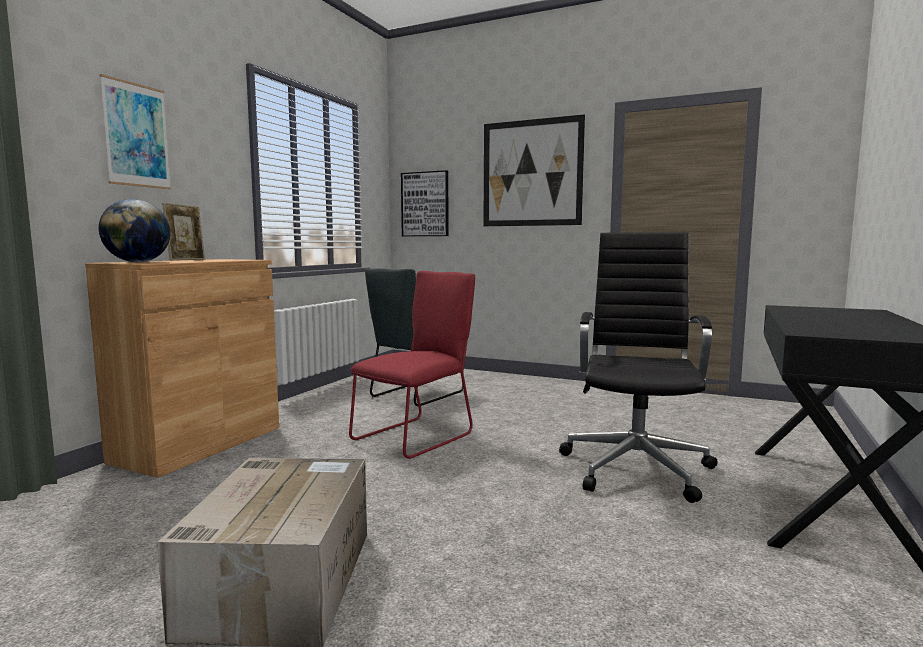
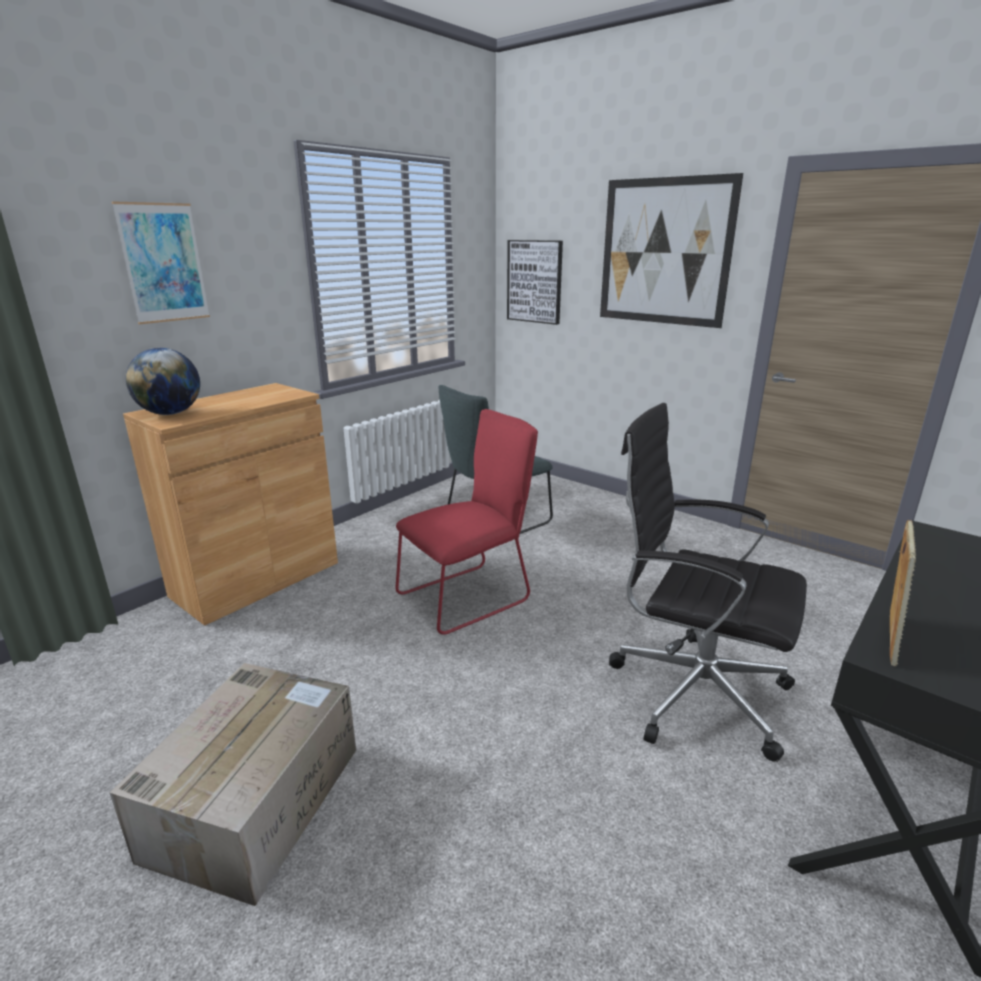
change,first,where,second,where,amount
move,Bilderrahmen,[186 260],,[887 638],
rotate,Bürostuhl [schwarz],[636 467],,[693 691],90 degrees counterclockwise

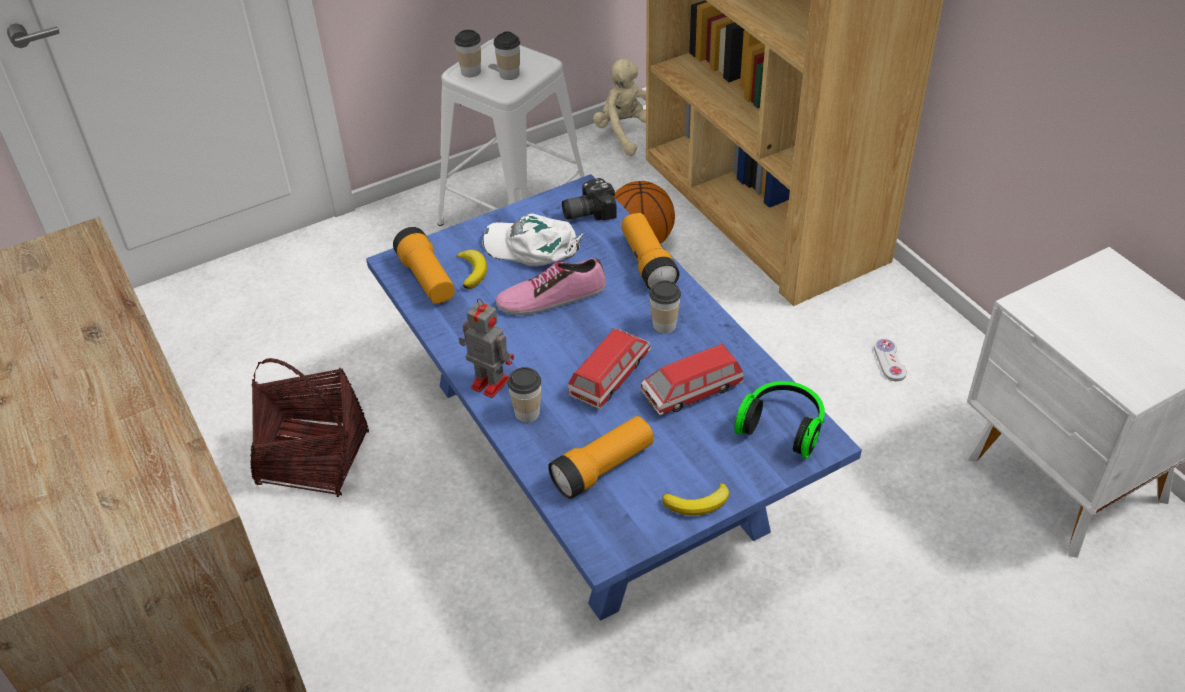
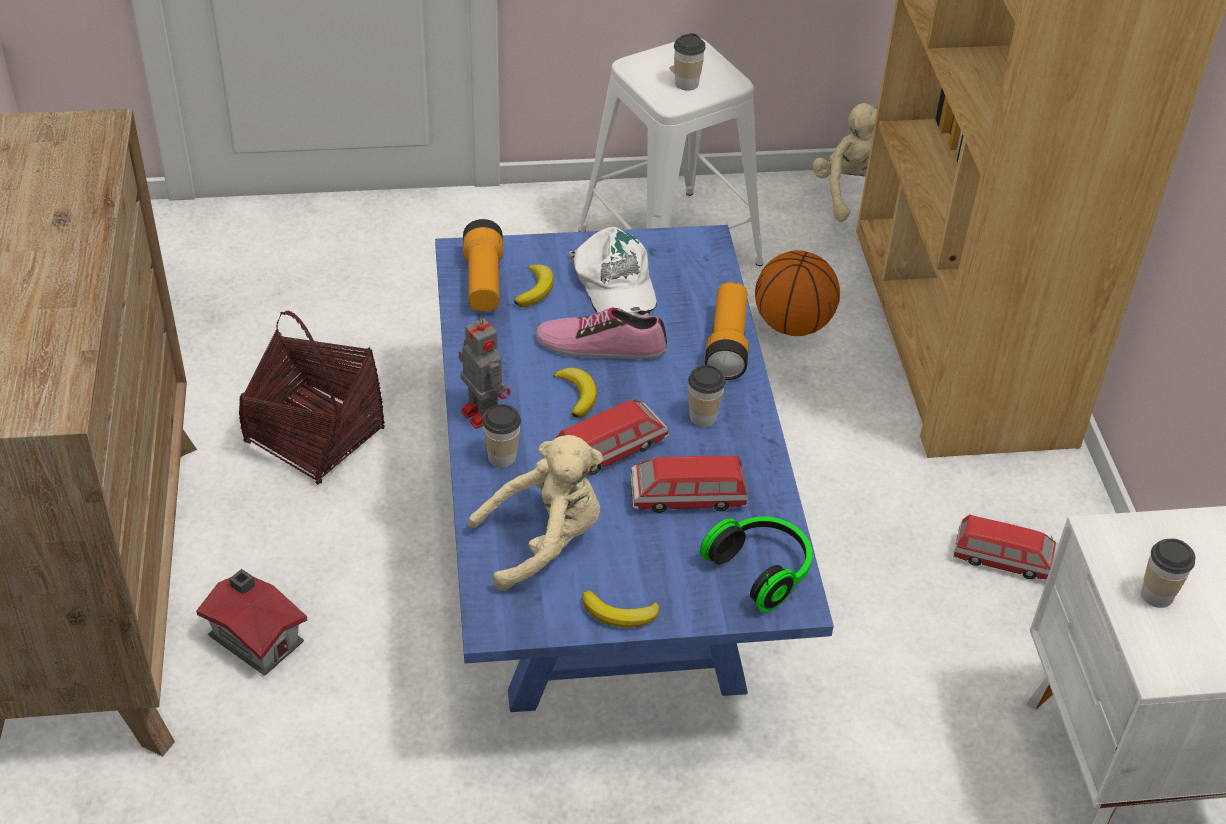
change,first,where,second,where,amount
move,Tasse,[471 72],,[1157 595],
rotate,Kappe [weiß],[532 246],,[614 283],150 degrees counterclockwise
replace,Taschenlampe,[603 468],Plüschtier [beige],[544 541],
delete,Kamera,[587 211],,,
replace,Gamepad [weiß],[889 361],Spielzeugauto,[1003 560],
insert,,,Spielzeughaus,[256 637],
insert,,,Banane,[577 394],

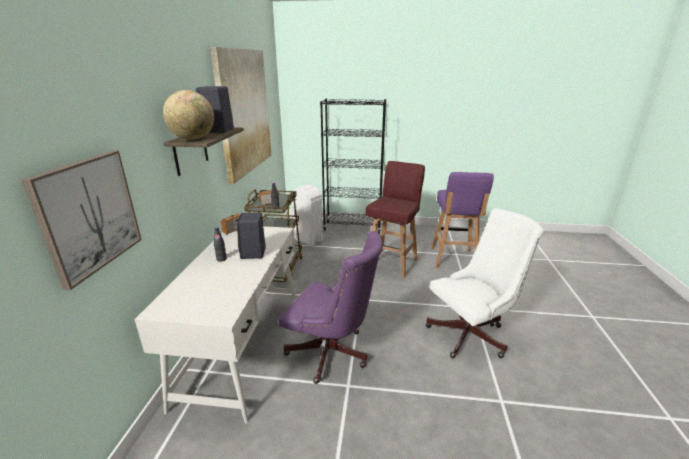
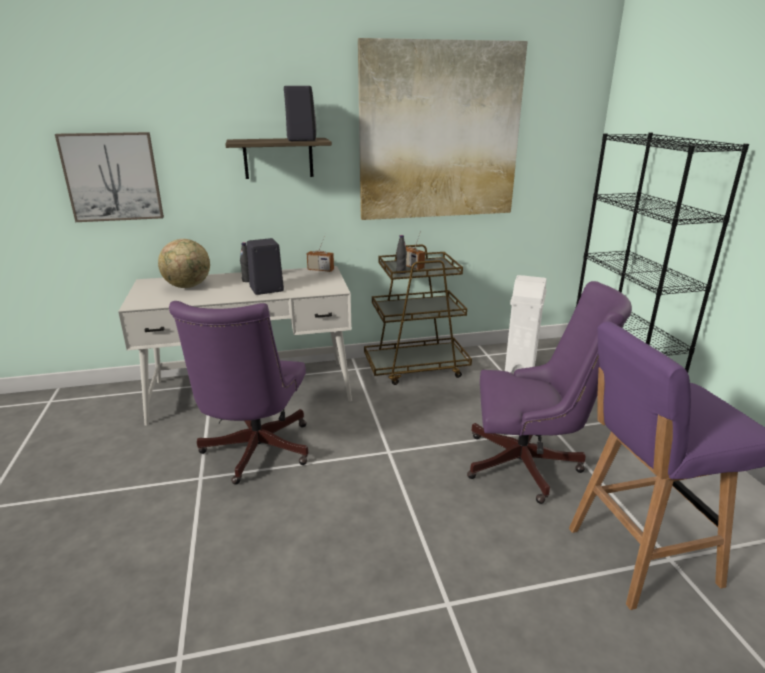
change,first,where,second,where,amount
move,Globus,[193 139],,[188 286],
replace,Hocker [rot],[392 263],Bürostuhl [lila],[529 465],
delete,Bürostuhl [weiß],[472 334],,,

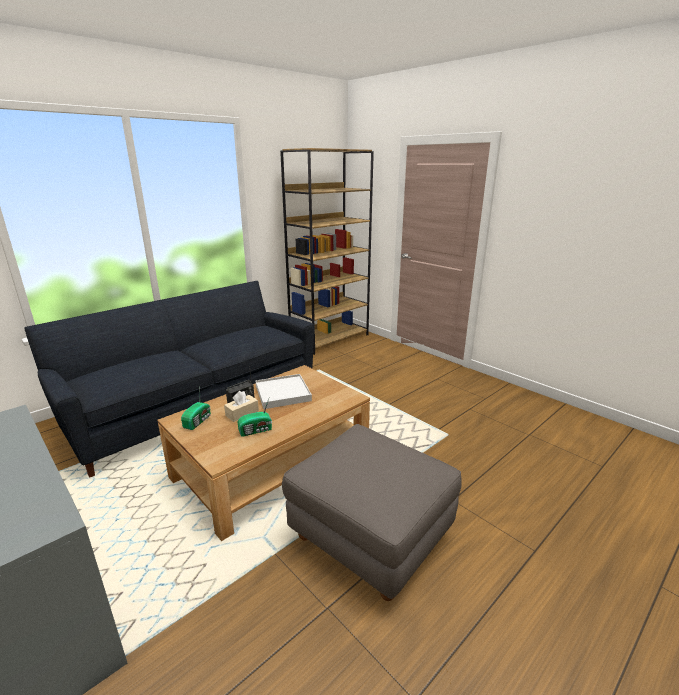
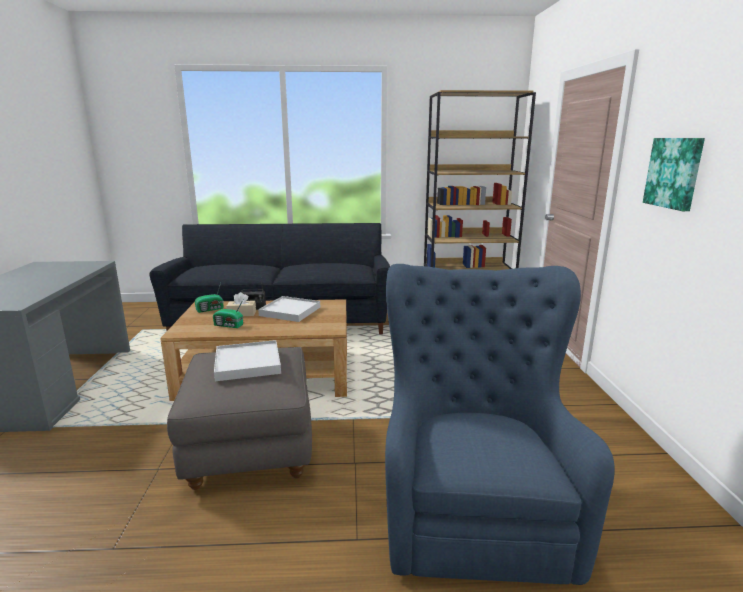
change,first,where,second,where,amount
insert,,,Tablett [weiß],[248 363],
insert,,,Sessel [blau],[471 504],
insert,,,Bild,[674 173],

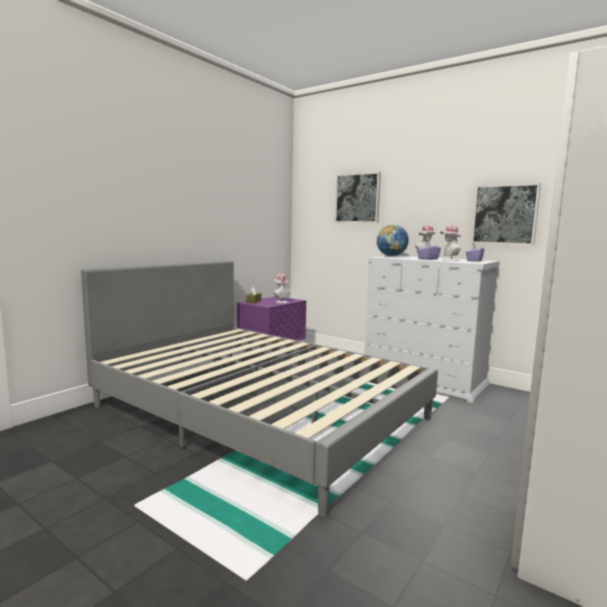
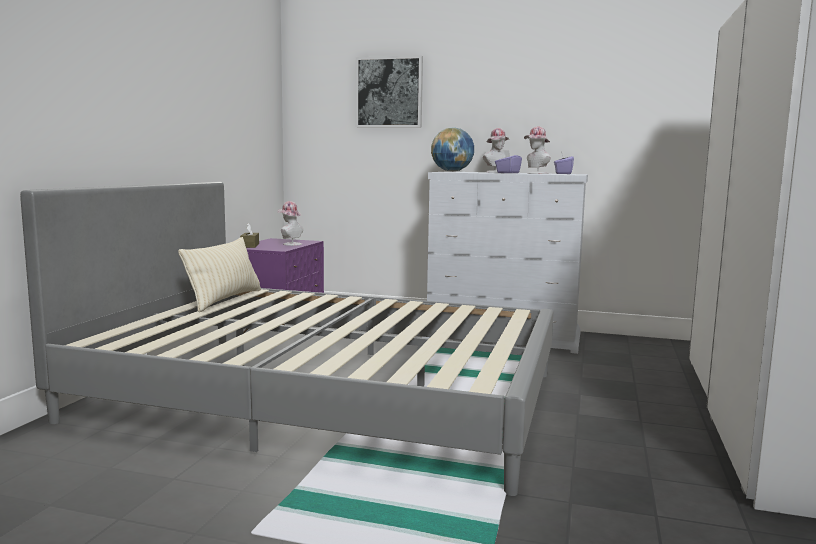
change,first,where,second,where,amount
delete,Bild,[504 214],,,
insert,,,Kissen [beige],[224 300],

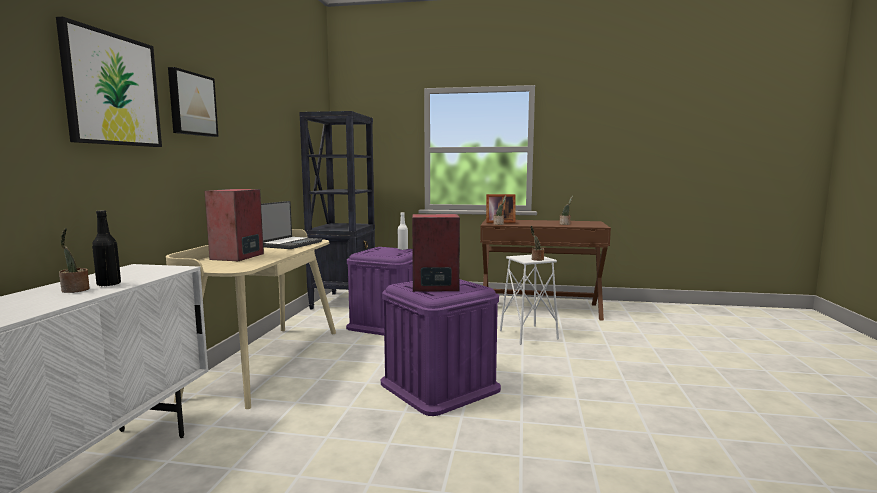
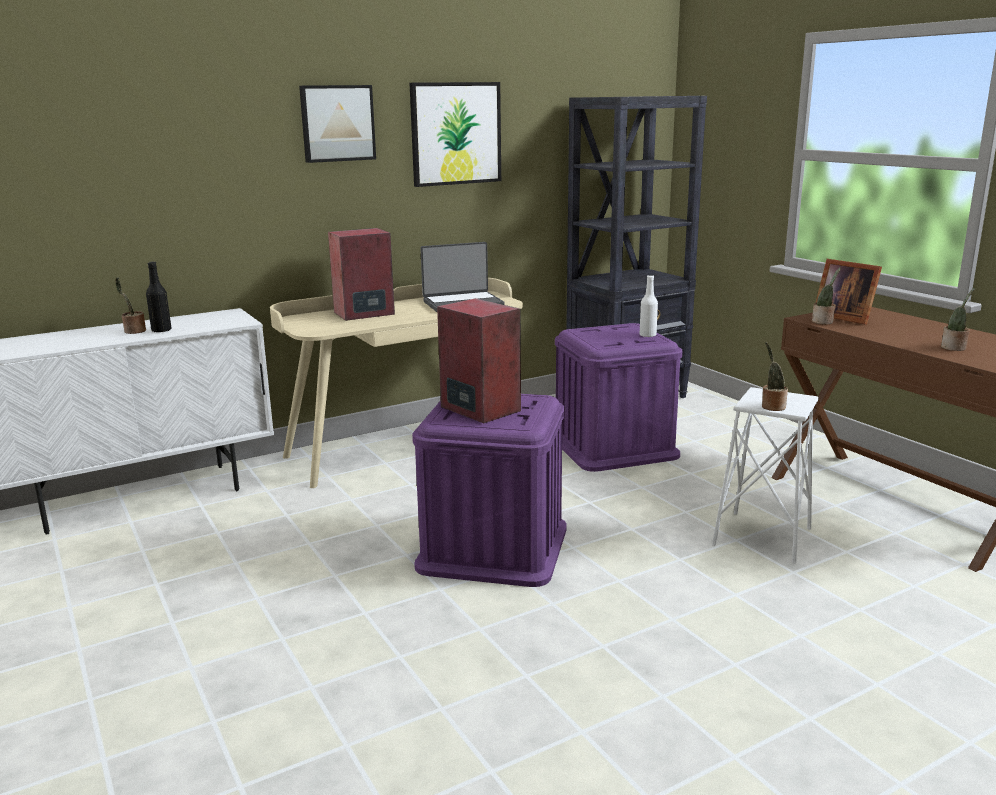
change,first,where,second,where,amount
move,Bild,[112 90],,[455 133],

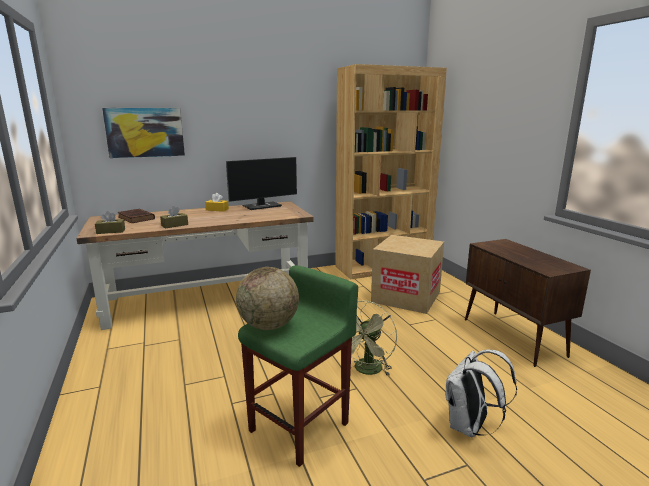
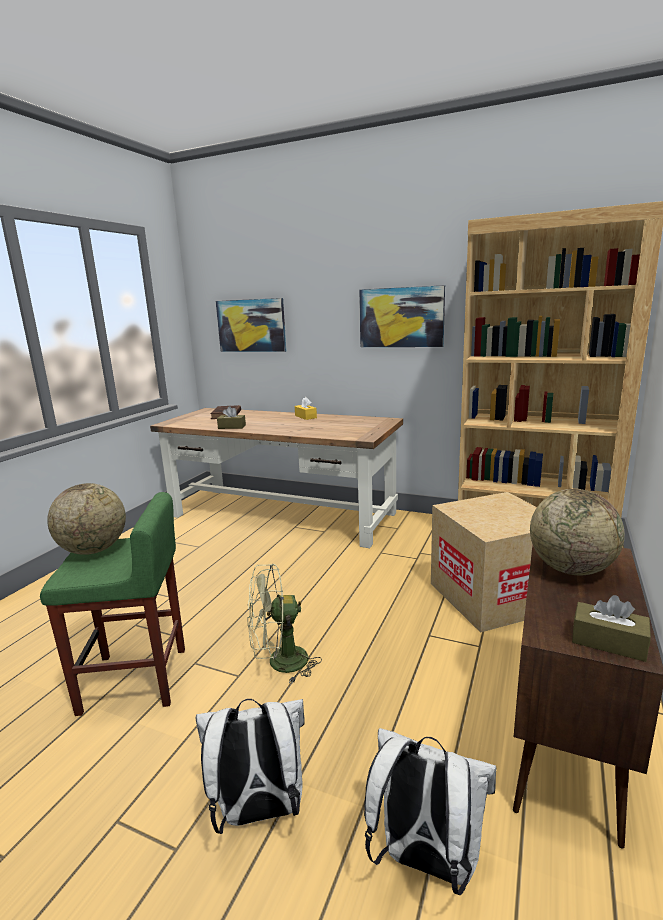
change,first,where,second,where,amount
move,Taschentuchbox [braun],[111 231],,[608 642],
delete,Monitor,[263 206],,,
insert,,,Bild,[401 317],
insert,,,Rucksack [weiß],[426 860],
insert,,,Globus,[571 569],

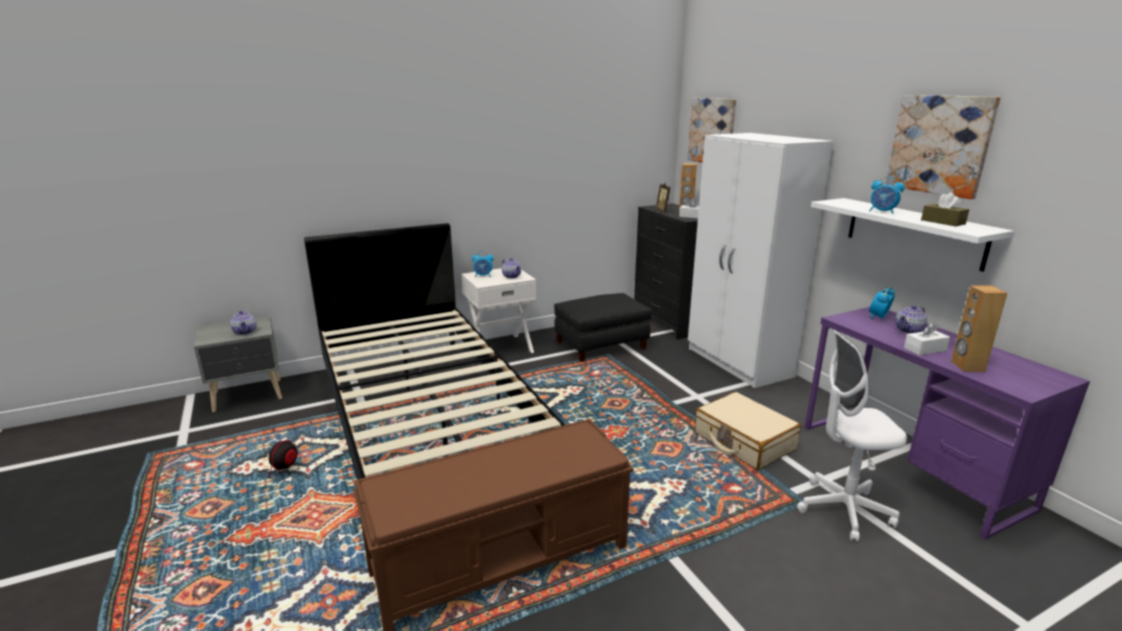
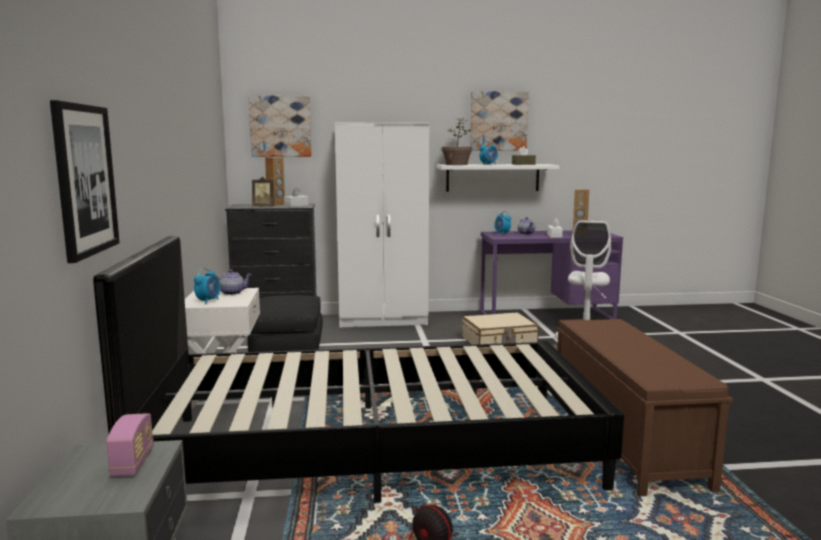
change,first,where,second,where,amount
replace,Teekanne,[245 331],Radio,[133 463],
insert,,,Bild,[84 180],
insert,,,Topfpflanze,[456 164],

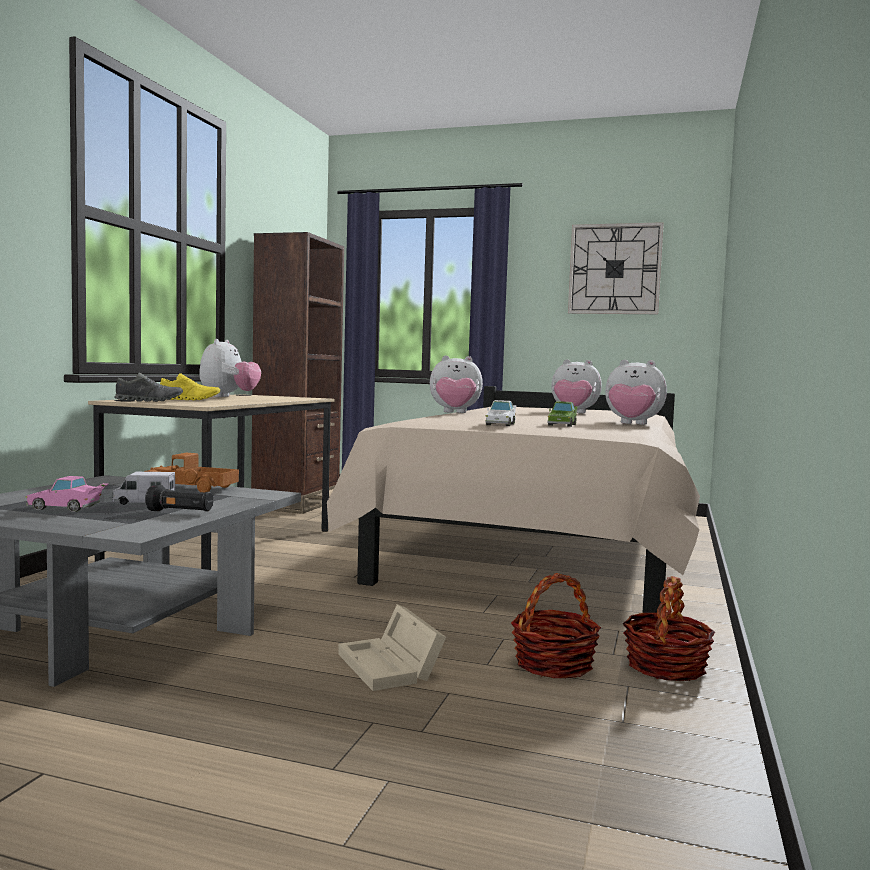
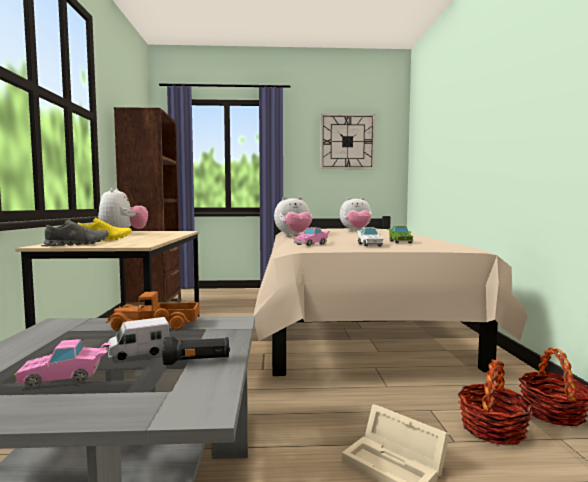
change,first,where,second,where,amount
delete,Plüschtier,[632 424],,,
insert,,,Spielzeugauto [rosa],[312 244],

